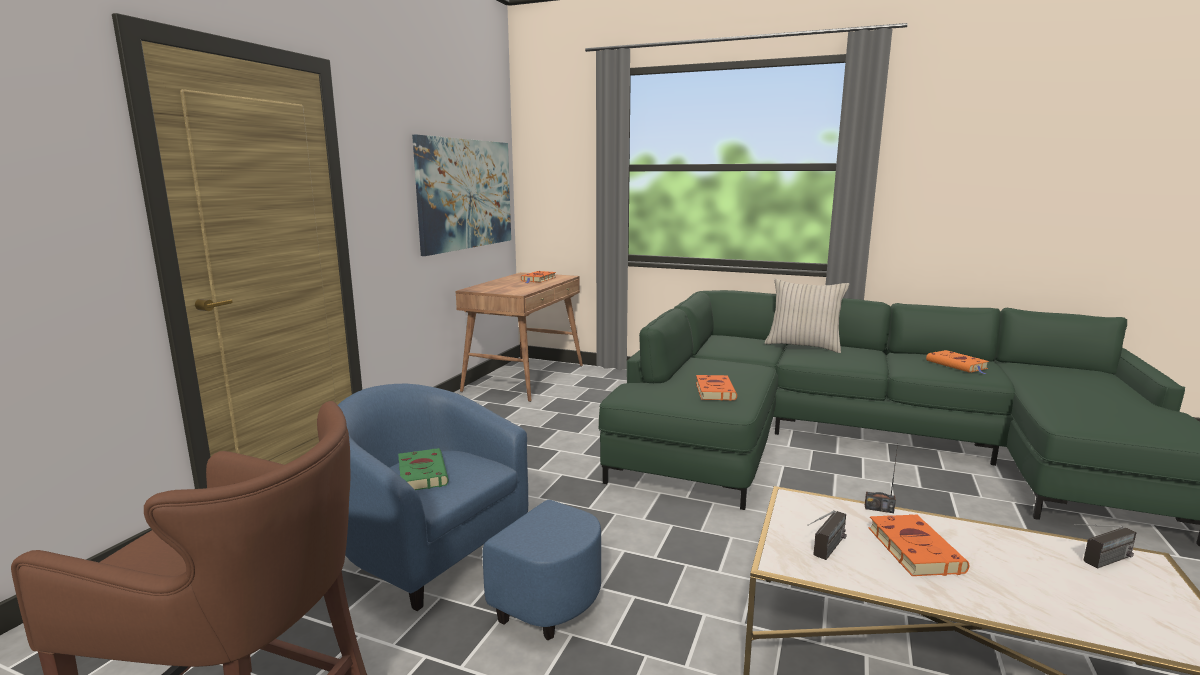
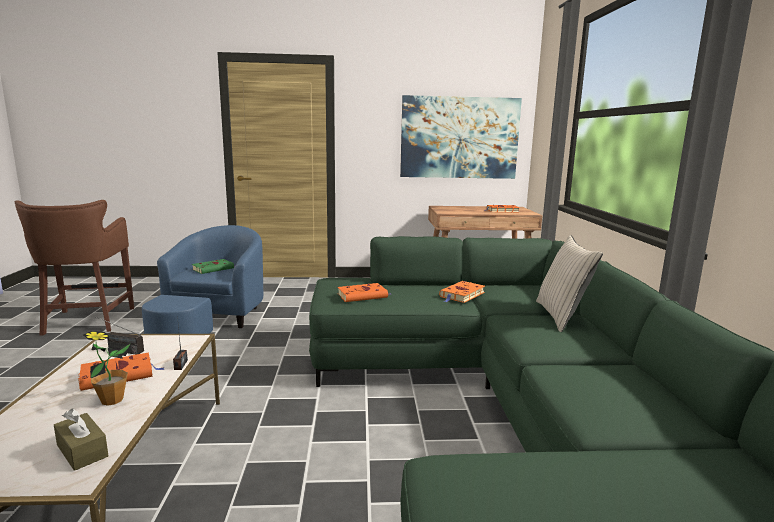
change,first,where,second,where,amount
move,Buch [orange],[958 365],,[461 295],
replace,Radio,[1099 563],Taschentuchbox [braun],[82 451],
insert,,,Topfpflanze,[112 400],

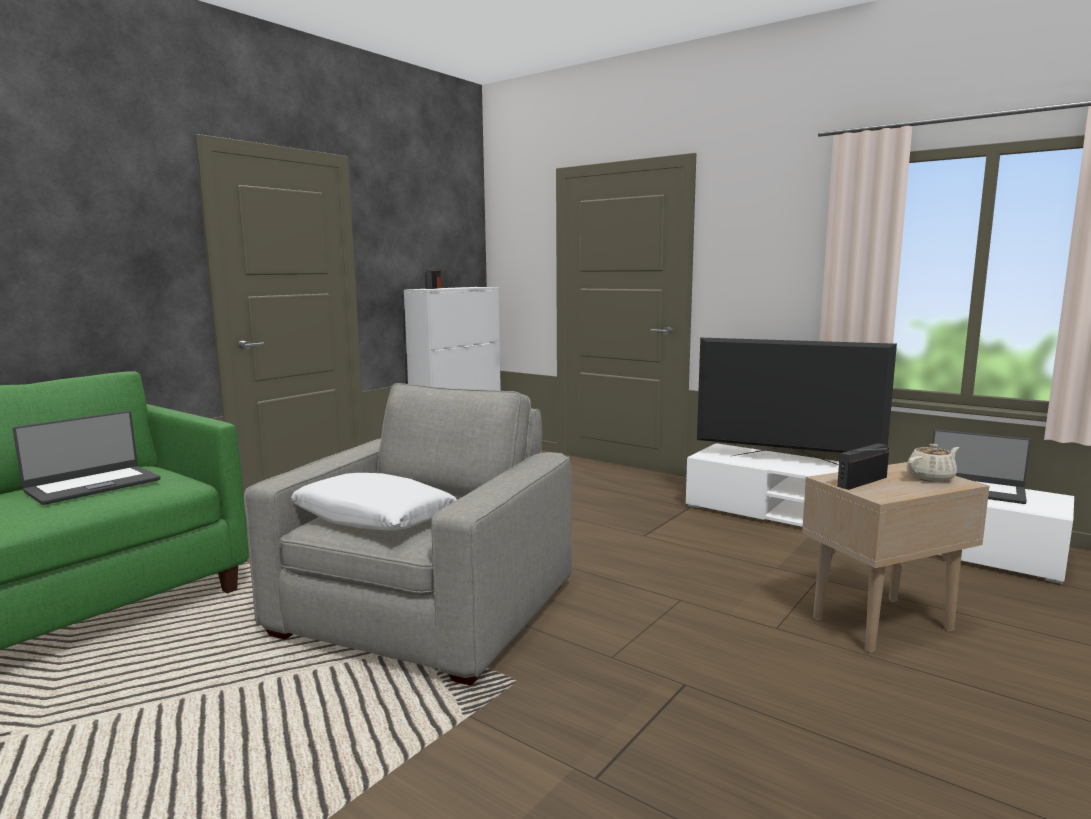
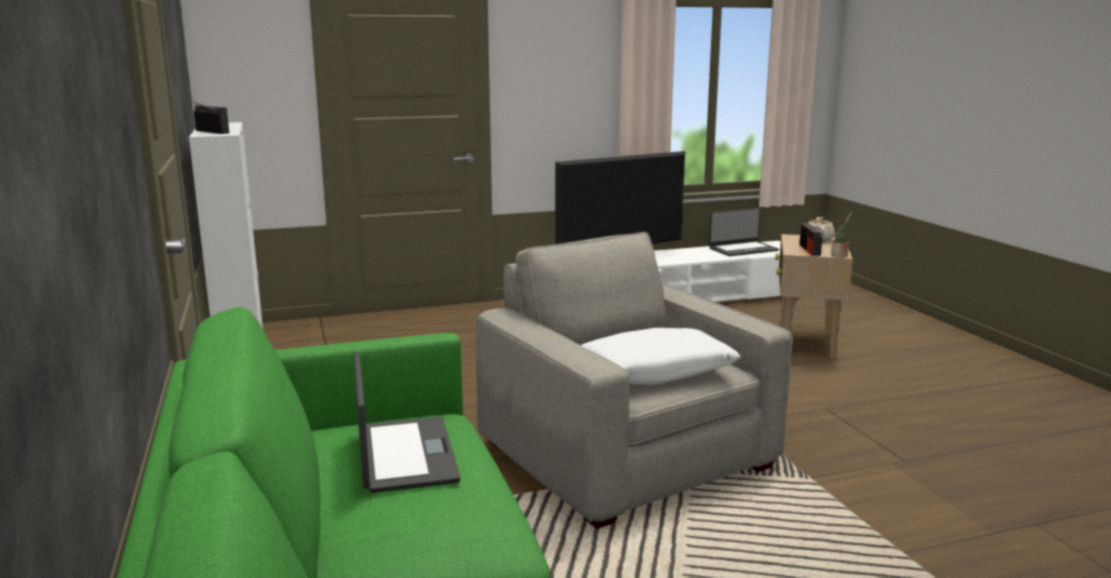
change,first,where,second,where,amount
insert,,,Topfpflanze,[840 255],

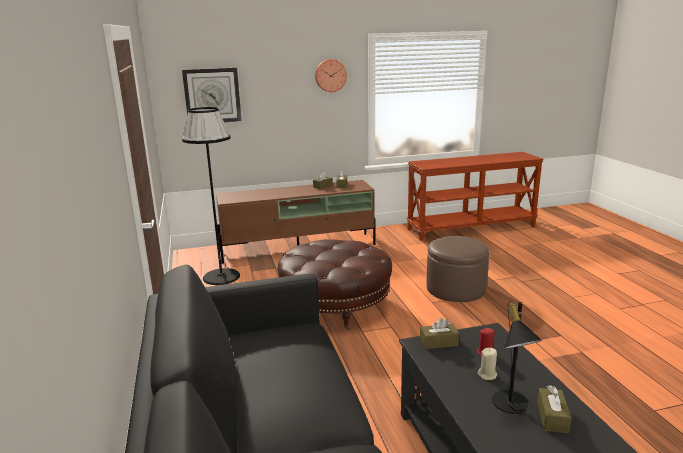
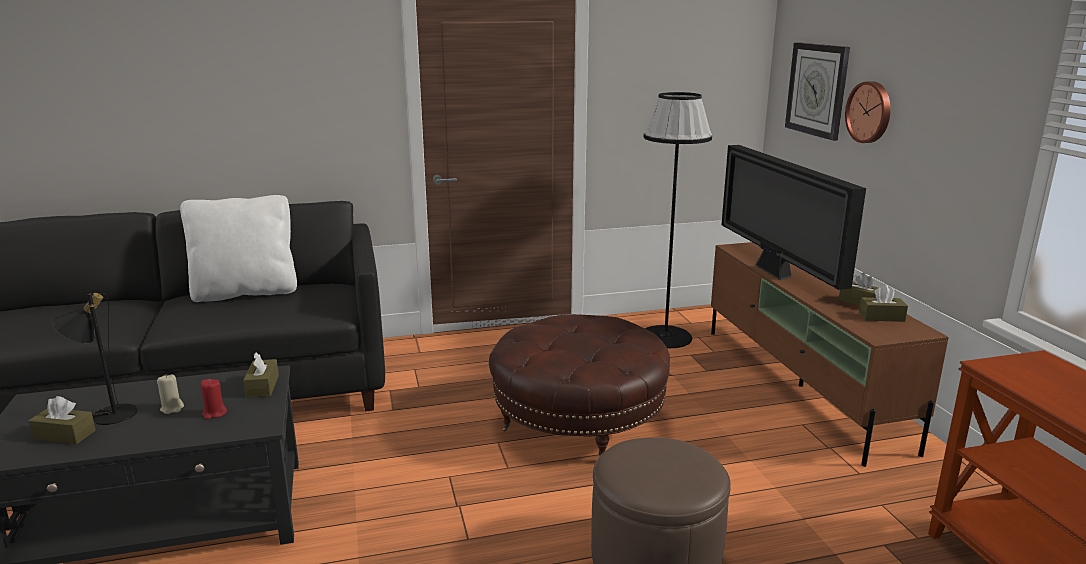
change,first,where,second,where,amount
move,Wanduhr,[330 75],,[870 112],
insert,,,Kissen [weiß],[246 292],
insert,,,Fernseher,[774 273],

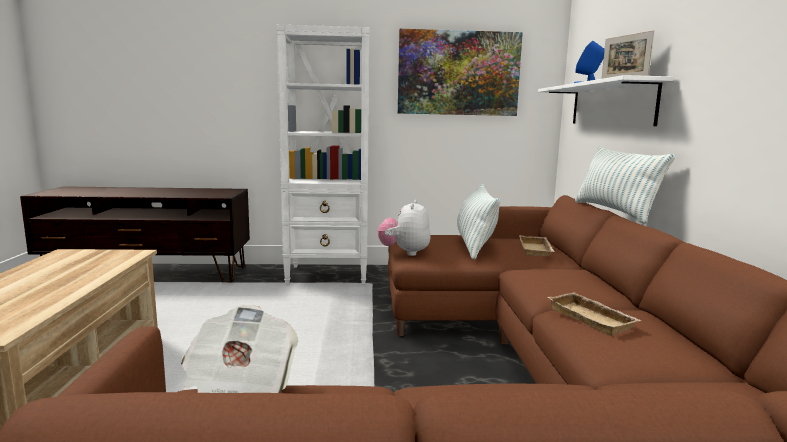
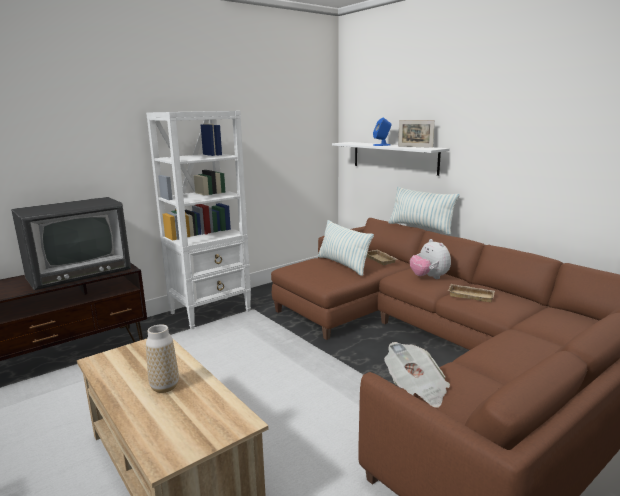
change,first,where,second,where,amount
move,Plüschtier,[405 252],,[429 277],
delete,Bild,[458 73],,,
insert,,,Fernseher,[79 272],
insert,,,Vase,[165 387],

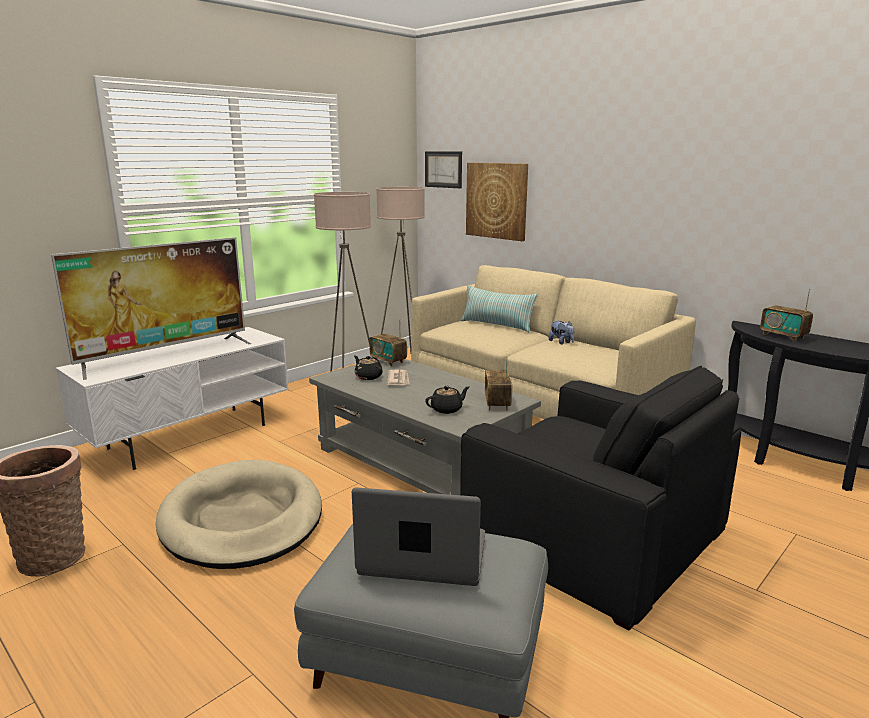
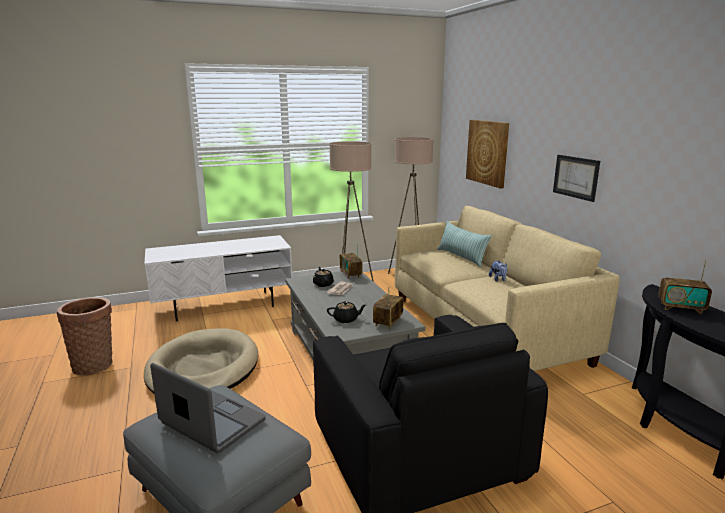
change,first,where,second,where,amount
delete,Fernseher,[166 355],,,
move,Bild,[443 169],,[576 177],
rotate,Radio,[783 336],,[681 308],60 degrees counterclockwise

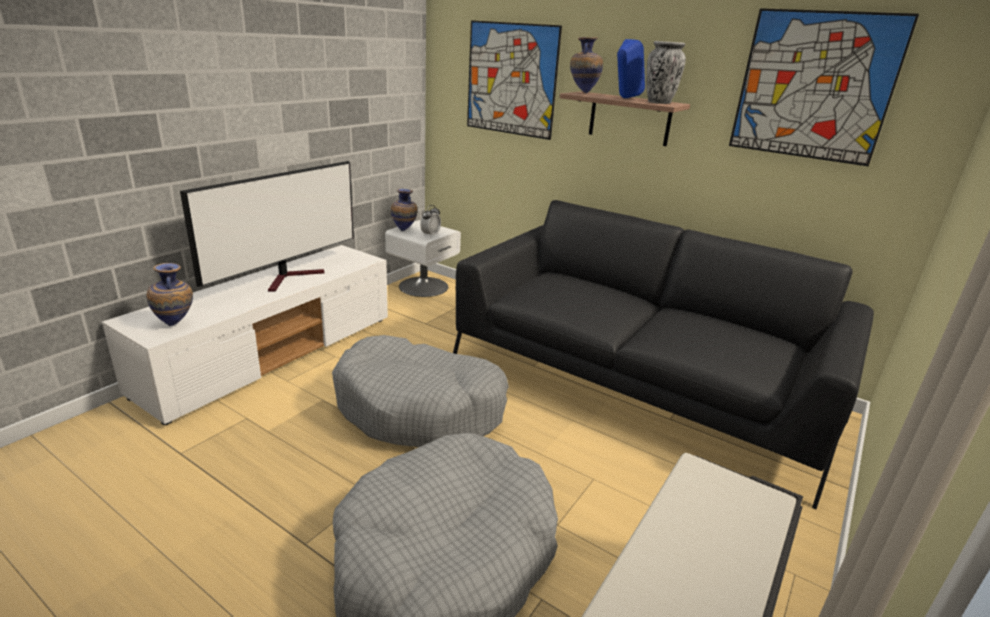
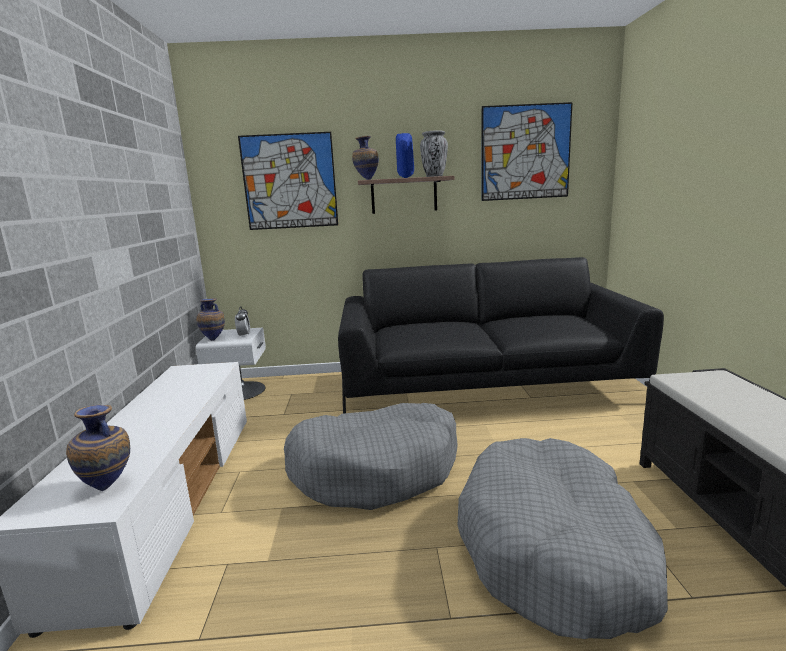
change,first,where,second,where,amount
delete,Fernseher,[291 277],,,

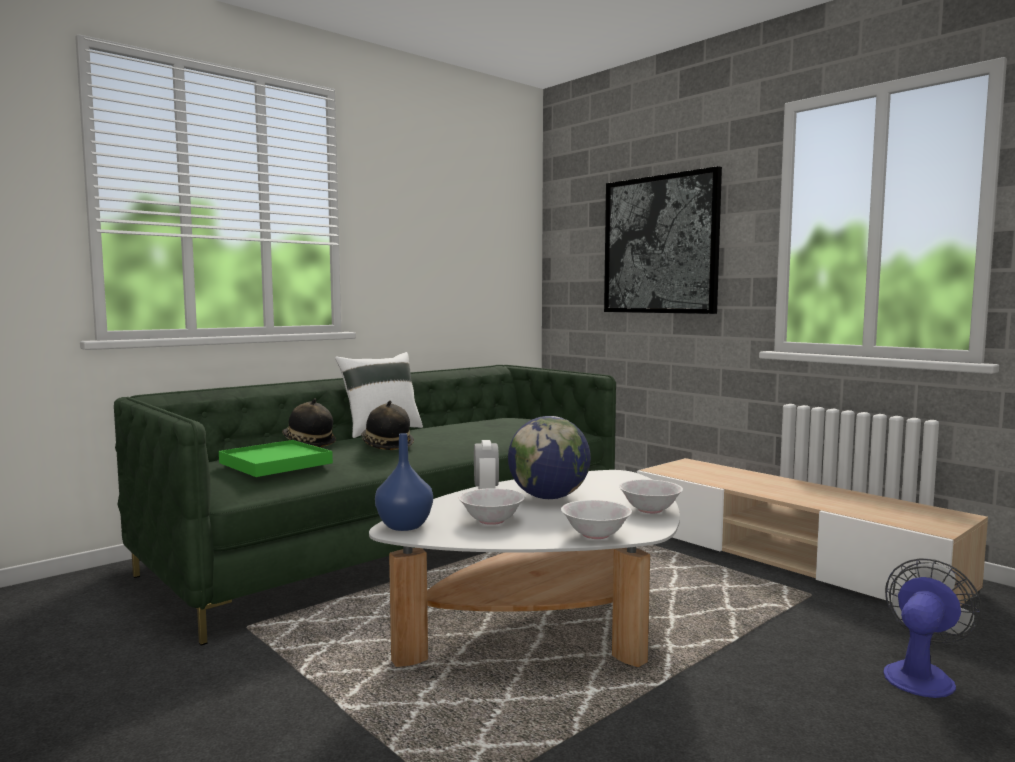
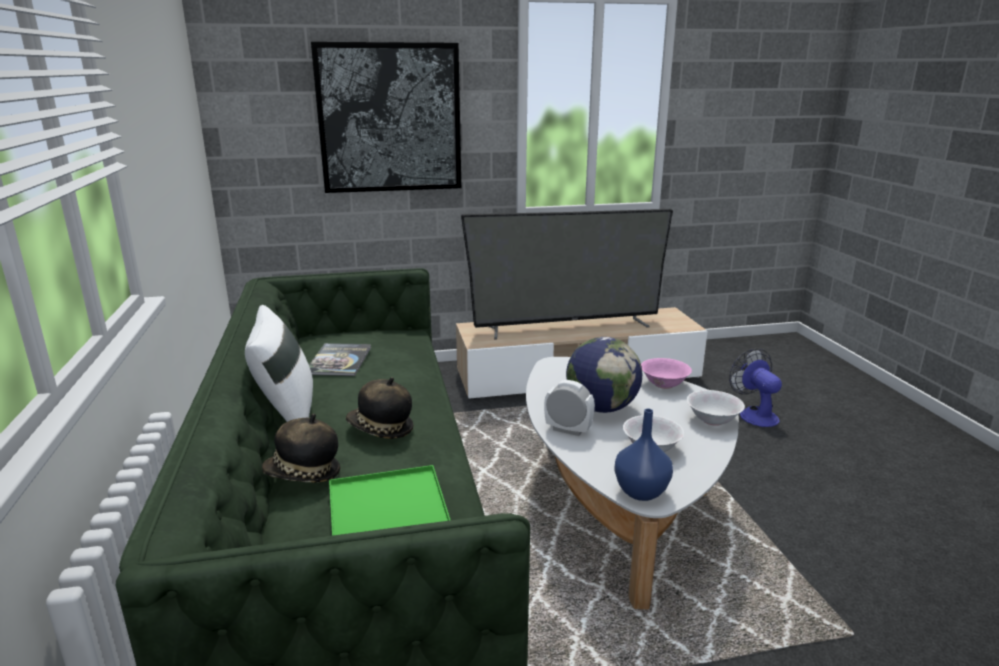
change,first,where,second,where,amount
recolor,Schüssel [weiß],[650 510],Schüssel [rosa],[664 384],
insert,,,Buch,[339 361],
insert,,,Fernseher,[566 326],

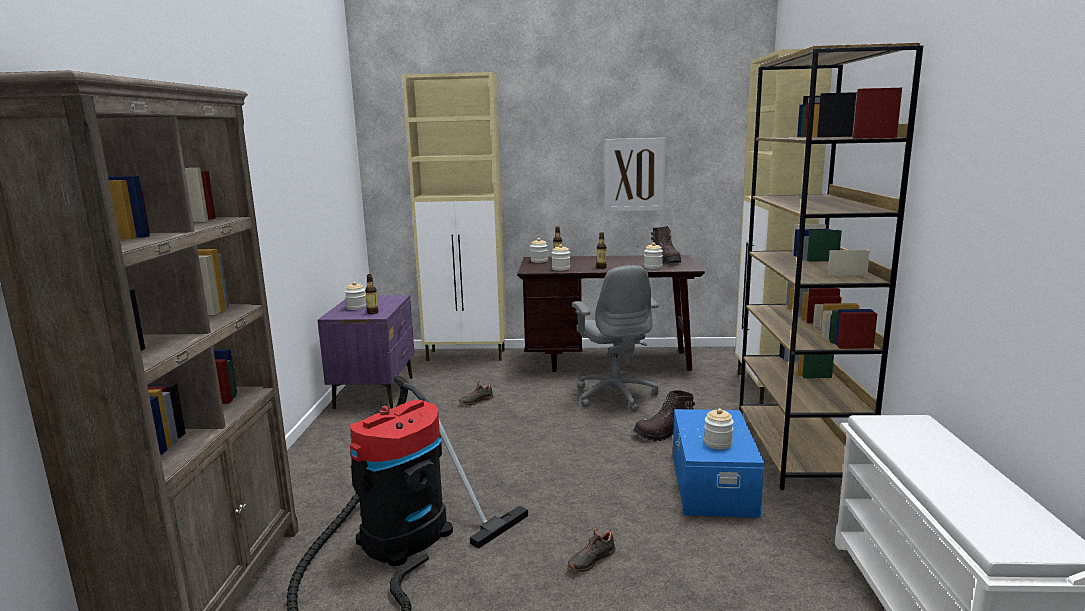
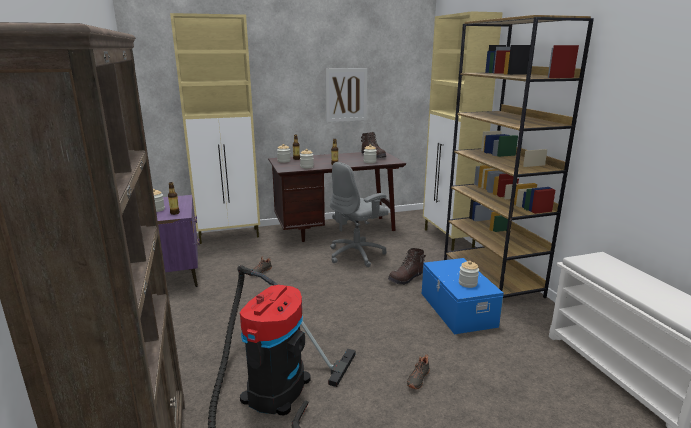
change,first,where,second,where,amount
rotate,Bürostuhl [grau],[615 395],,[357 254],90 degrees clockwise

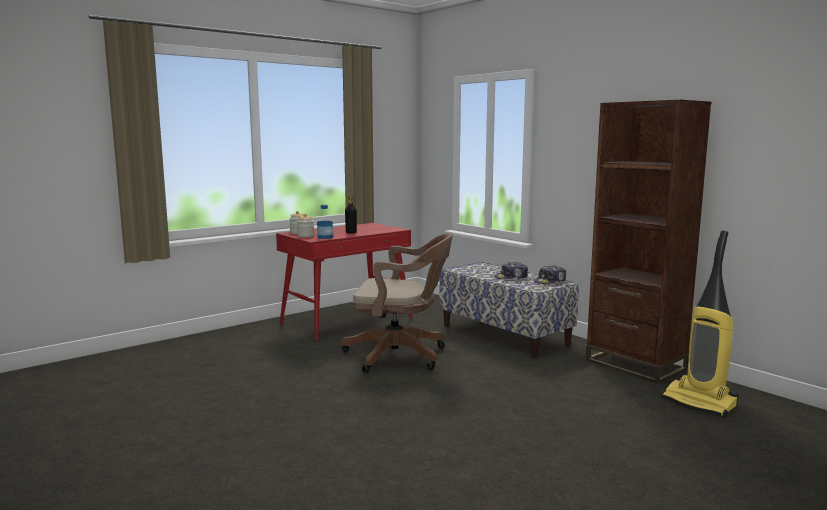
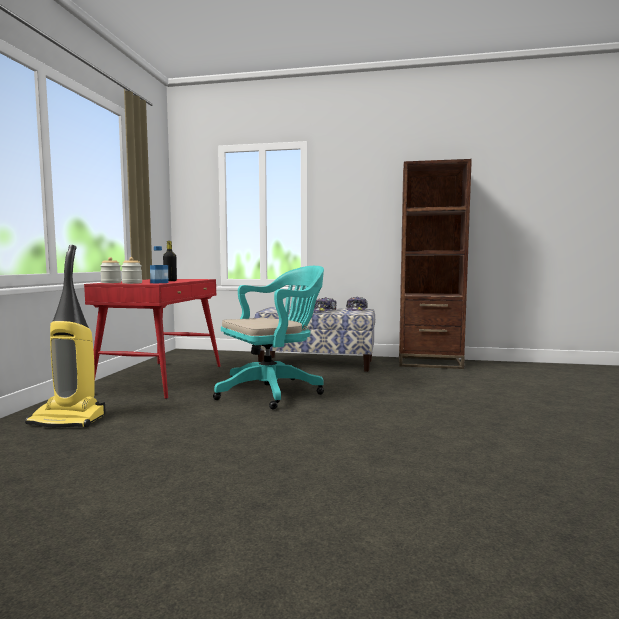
change,first,where,second,where,amount
recolor,Bürostuhl [braun],[401 356],Bürostuhl [türkis],[273 391],
move,Staubsauger,[700 403],,[68 420],

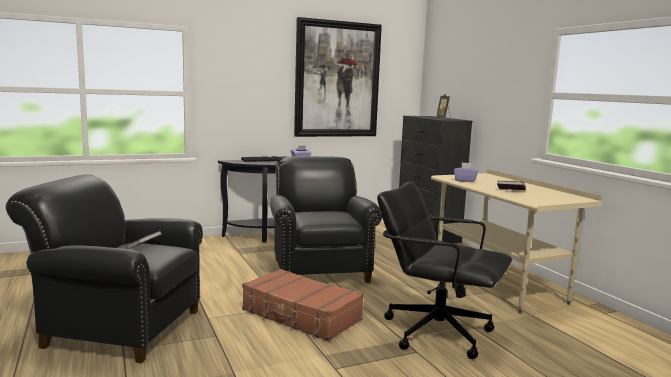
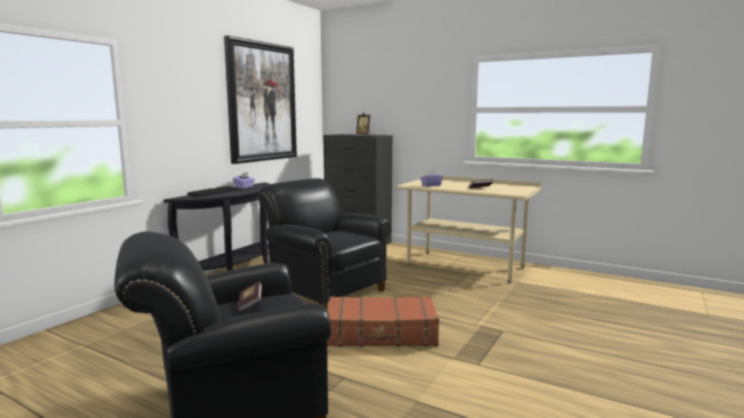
change,first,where,second,where,amount
delete,Bürostuhl [schwarz],[436 331],,,

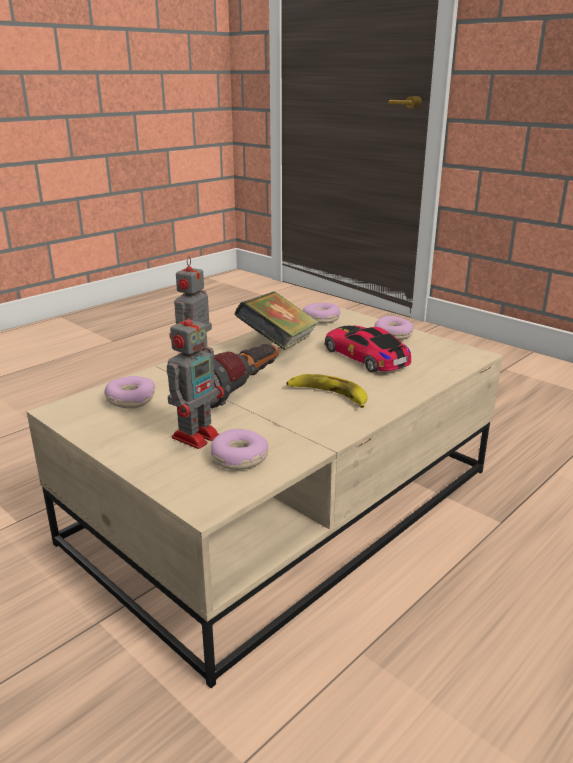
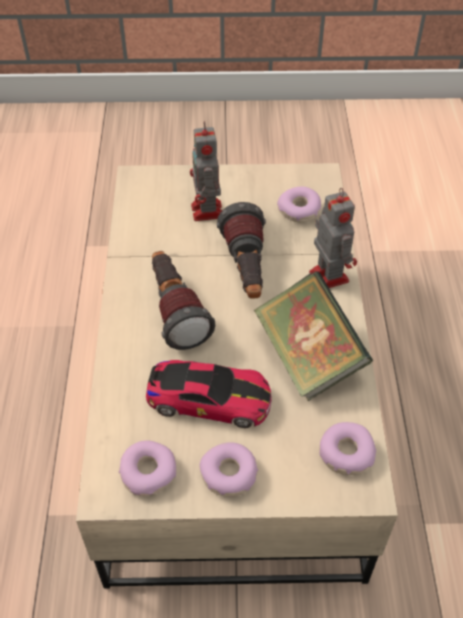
change,first,where,second,where,amount
move,Donut,[239 458],,[148 472],
replace,Banane,[328 395],Taschenlampe,[175 310],

